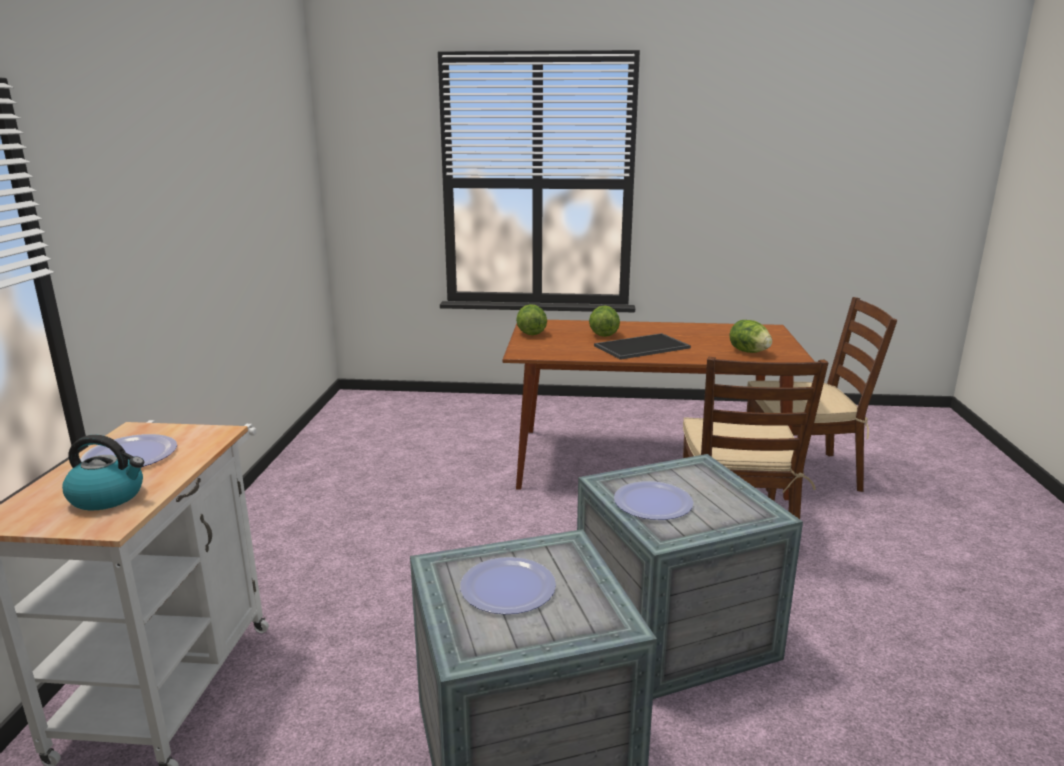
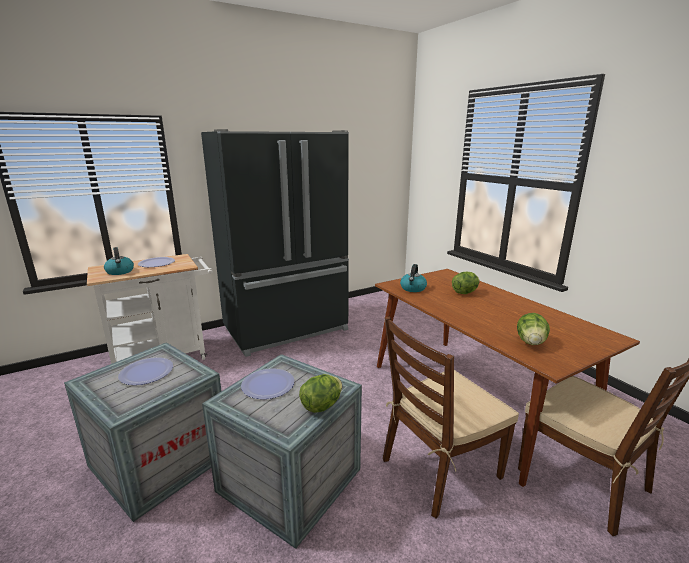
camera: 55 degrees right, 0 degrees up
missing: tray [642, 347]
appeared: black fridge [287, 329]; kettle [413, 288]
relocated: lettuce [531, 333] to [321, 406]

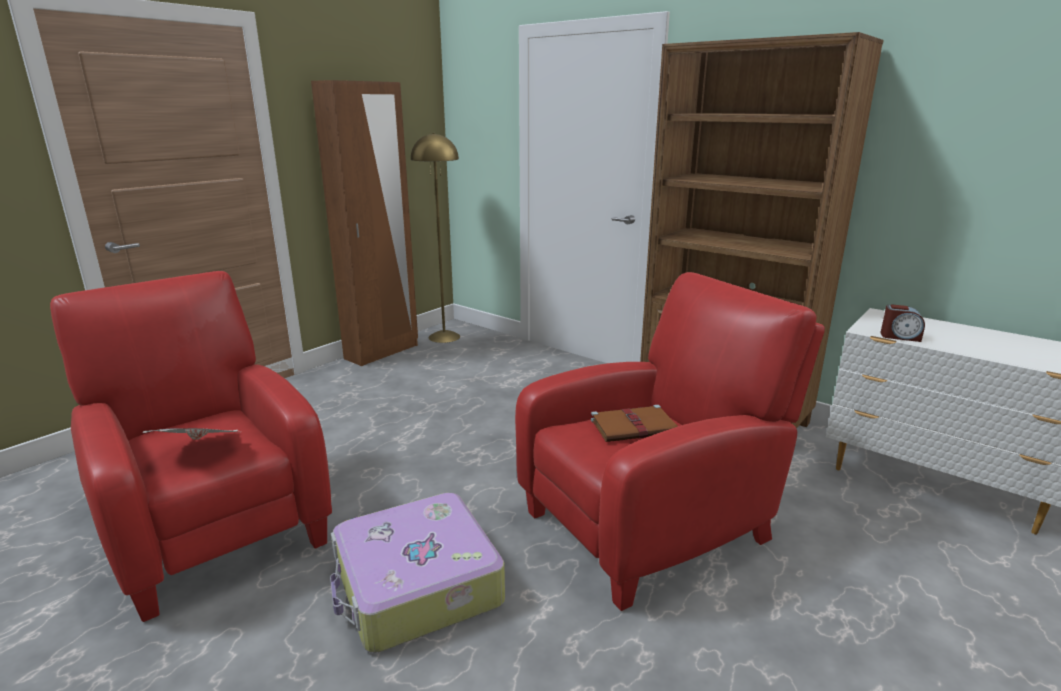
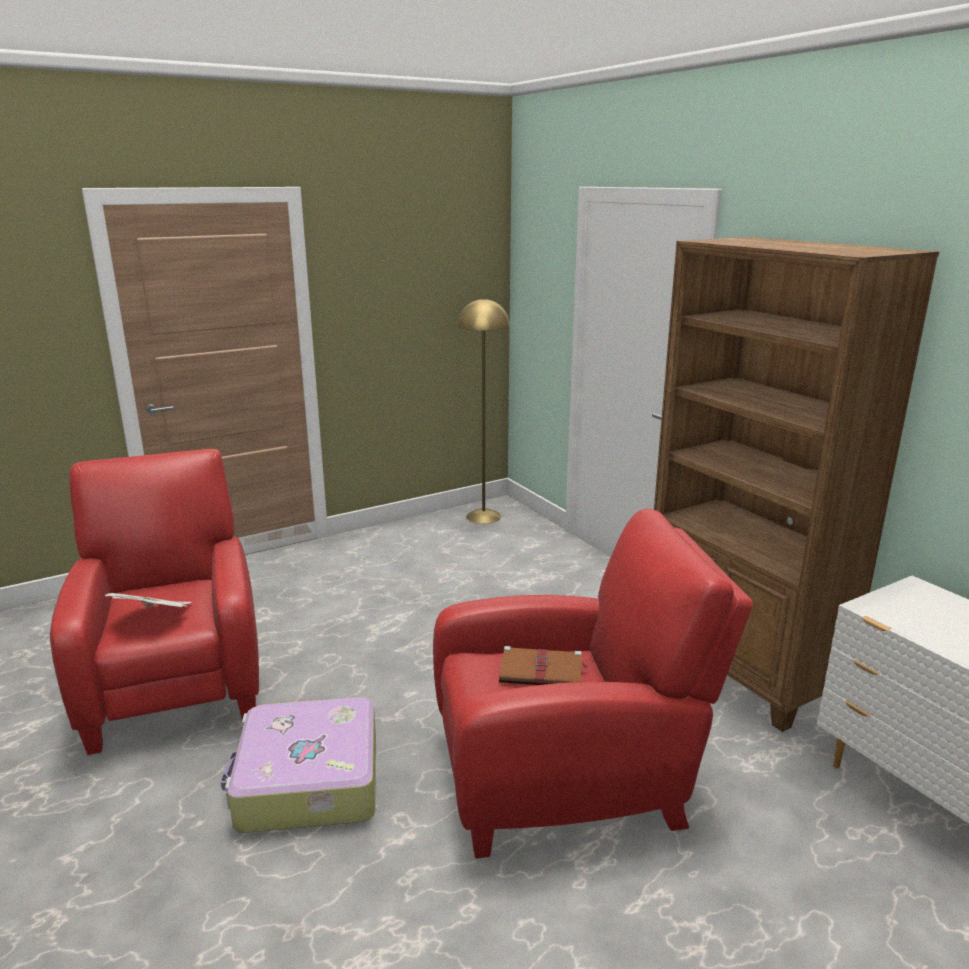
camera: 20 degrees right, 0 degrees up
missing: brown wardrobe [382, 352]; alarm clock [900, 336]

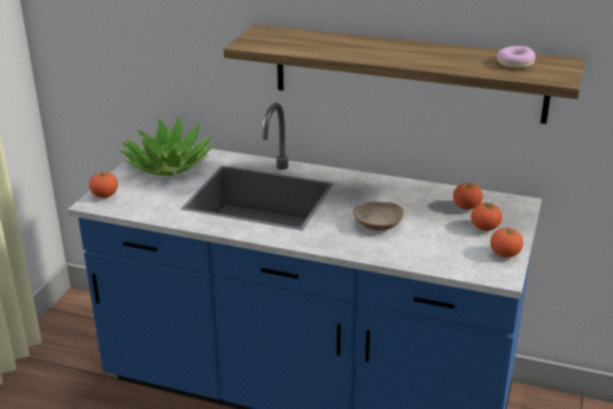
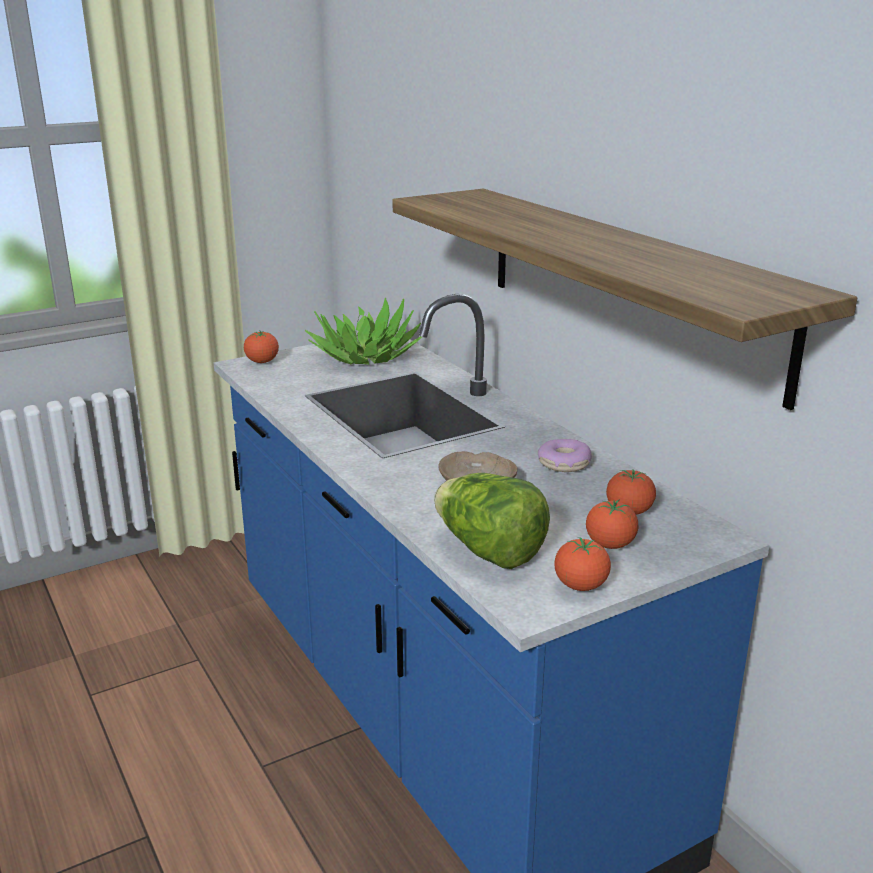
camera: 40 degrees right, 5 degrees down
appeared: lettuce [488, 551]
relocated: donut [515, 64] to [564, 464]

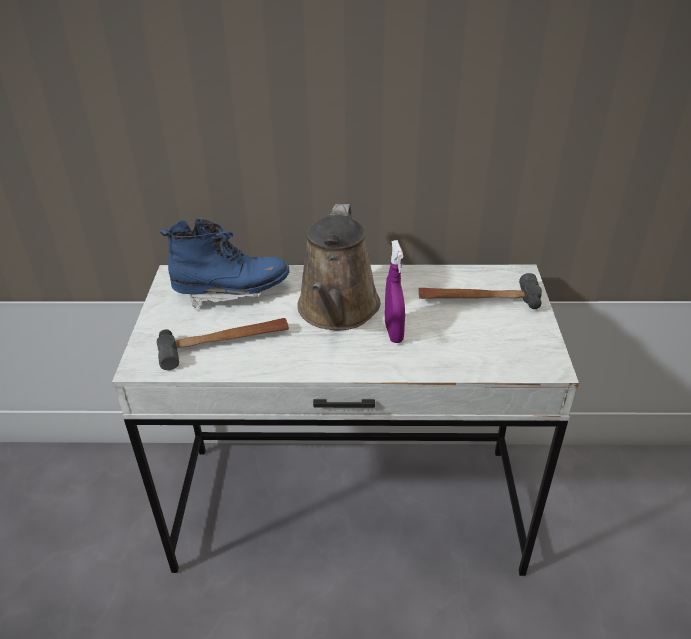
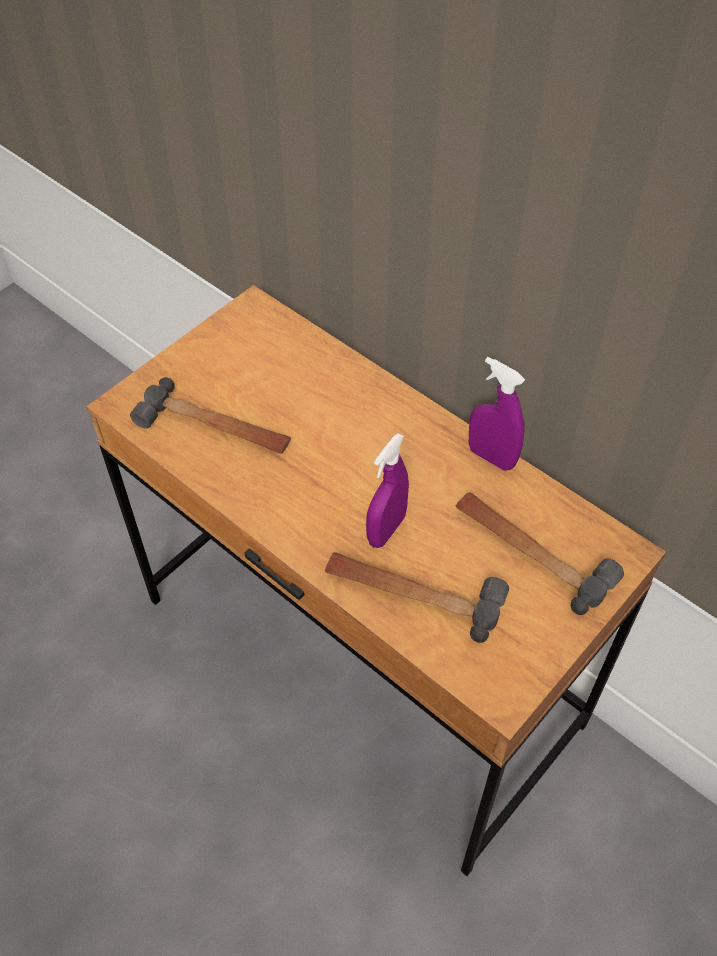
camera: 40 degrees right, 15 degrees up
missing: blue boot [231, 292]; brown watering can [337, 311]
appeared: hammer [413, 593]; purple spray bottle [491, 457]
colour: white desk [349, 508] to brown desk [360, 662]

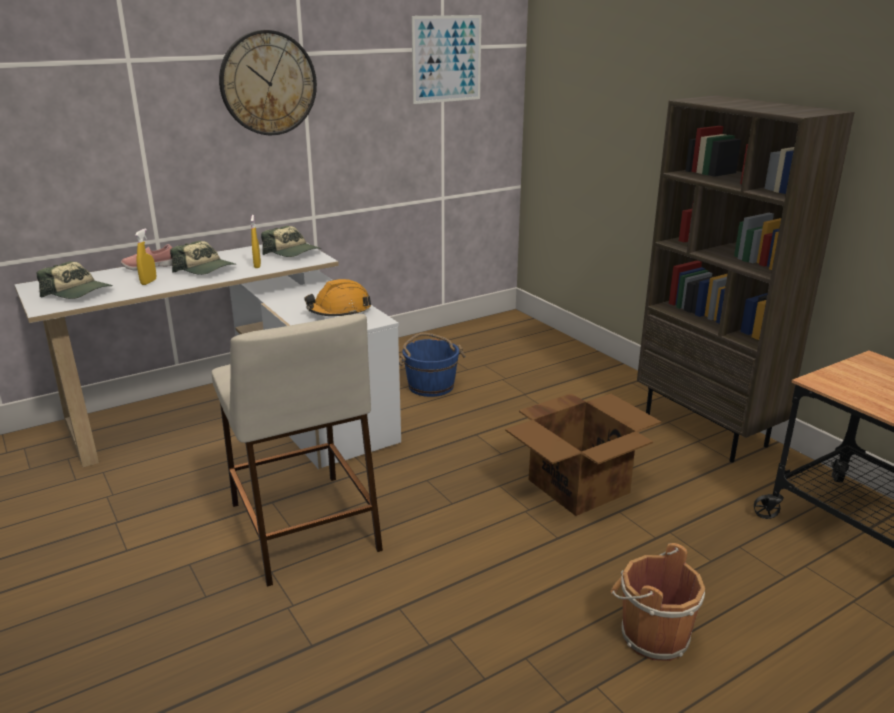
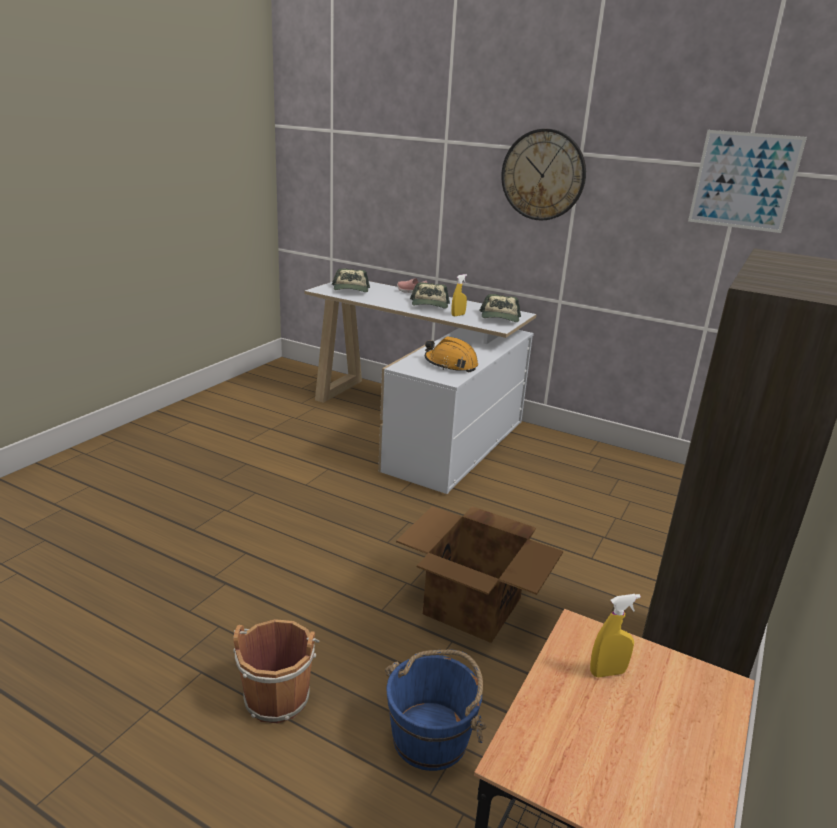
camera: 60 degrees right, 0 degrees up
missing: beige stool [302, 525]
relocated: yellow spray bottle [148, 282] to [607, 672]; blue bucket [430, 386] to [431, 737]

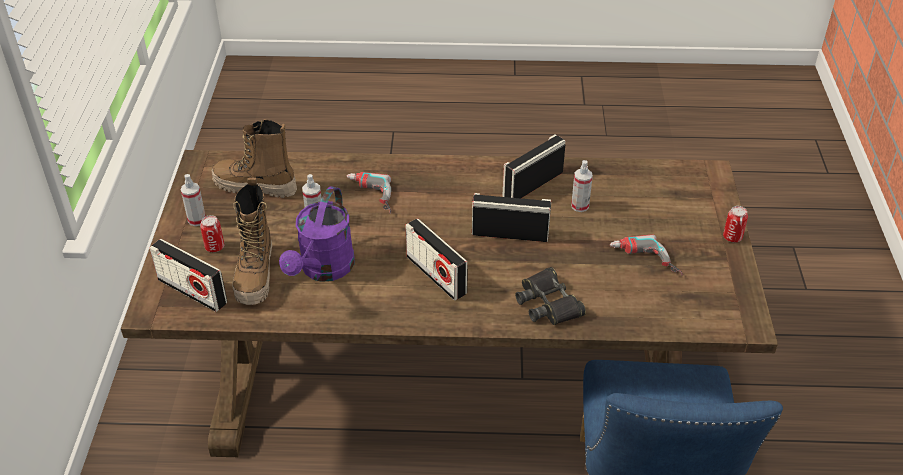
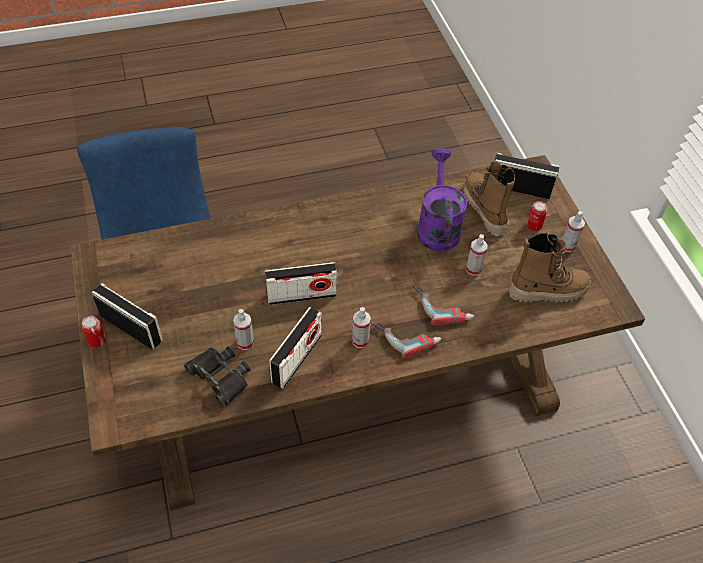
camera: 160 degrees right, 10 degrees up
appeared: spray bottle [360, 341]
relocated: radio [436, 275] to [131, 328]; black binoculars [548, 303] to [220, 377]; power drill [644, 262] to [406, 334]

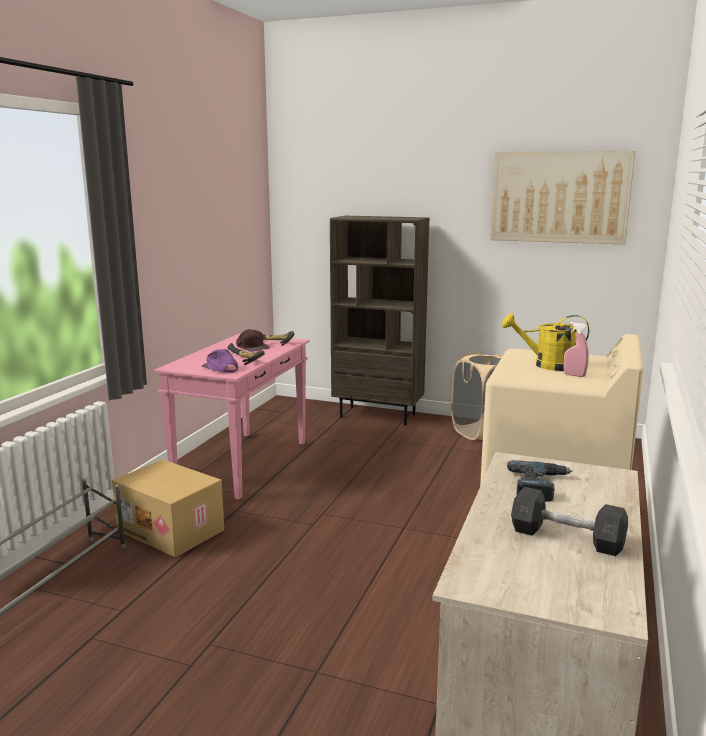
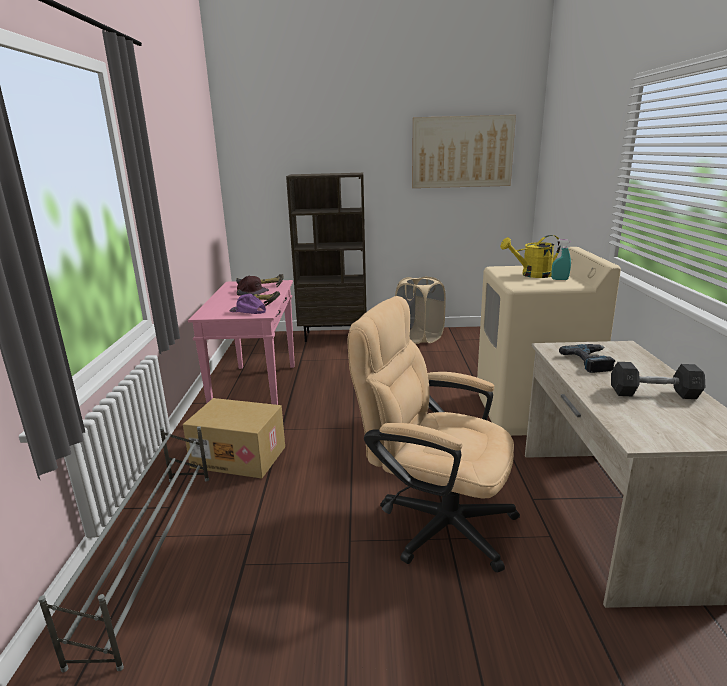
camera: 20 degrees left, 5 degrees up
appeared: beige office chair [434, 521]
colour: pink spray bottle [574, 375] to turquoise spray bottle [559, 279]

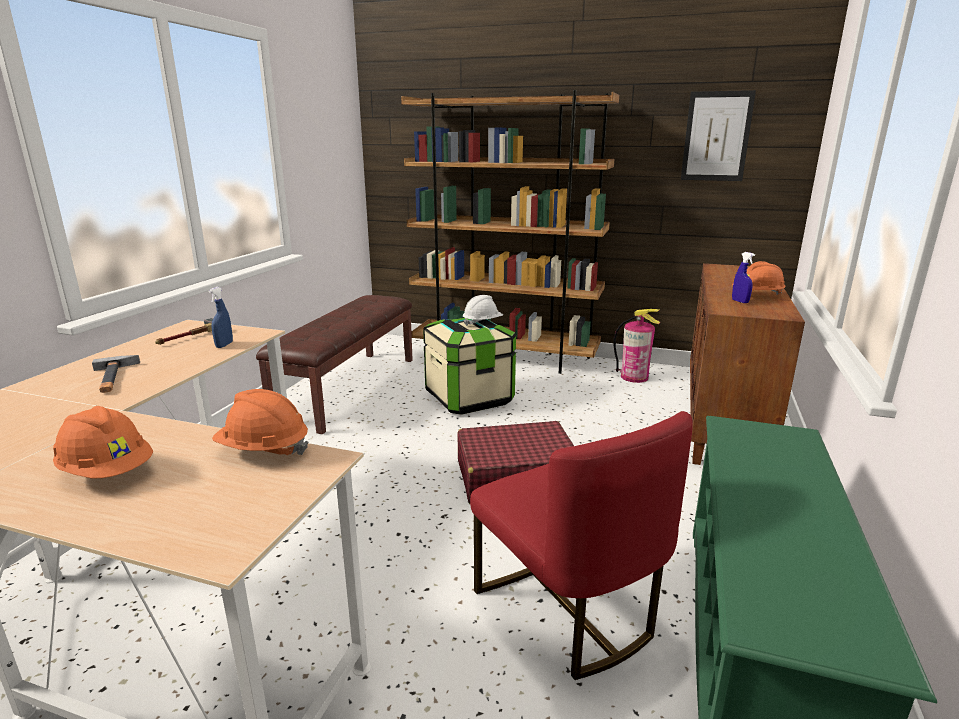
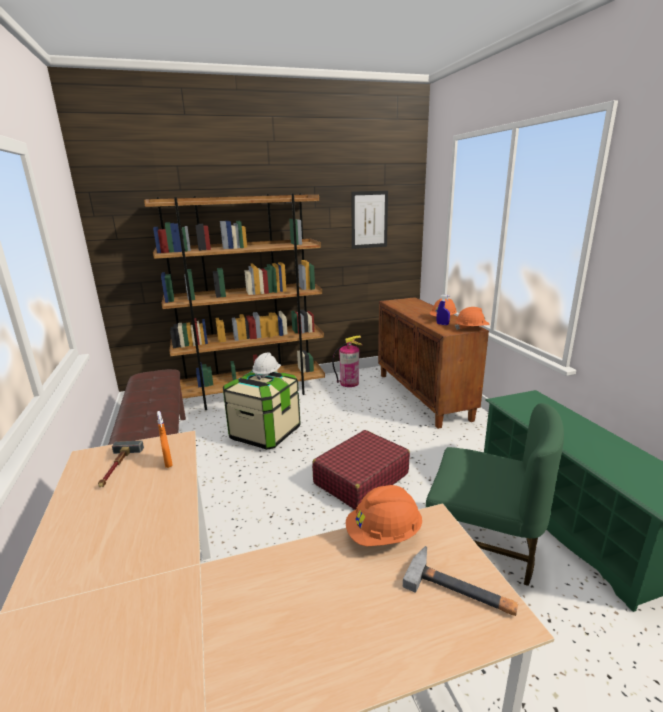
camera: 35 degrees left, 0 degrees up
relocated: orange hard hat [108, 471] to [471, 329]; hammer [114, 378] to [461, 588]
colour: blue spray bottle [224, 345] to orange spray bottle [168, 463]; red chair [568, 610] to green chair [481, 547]

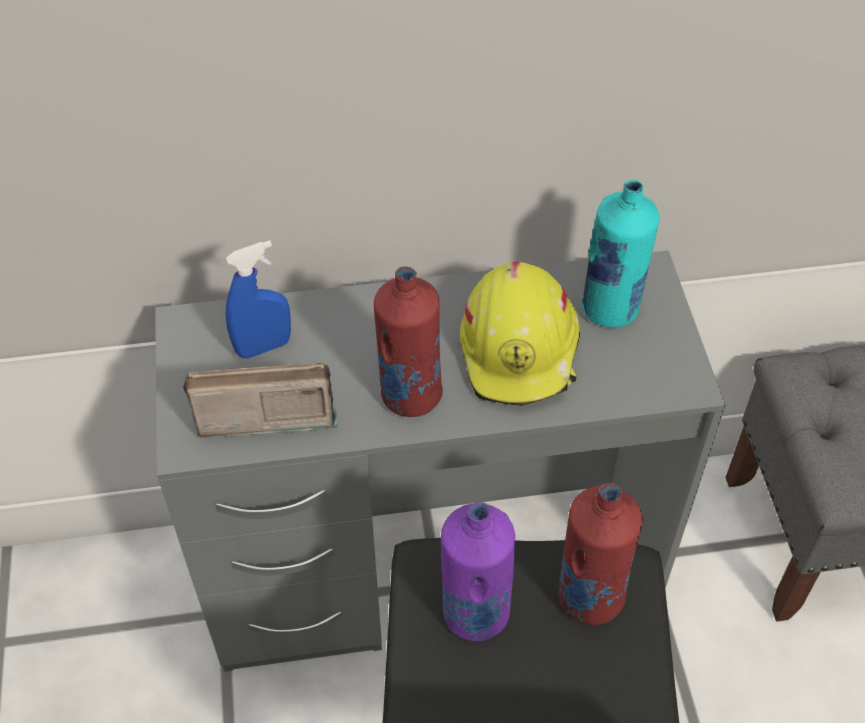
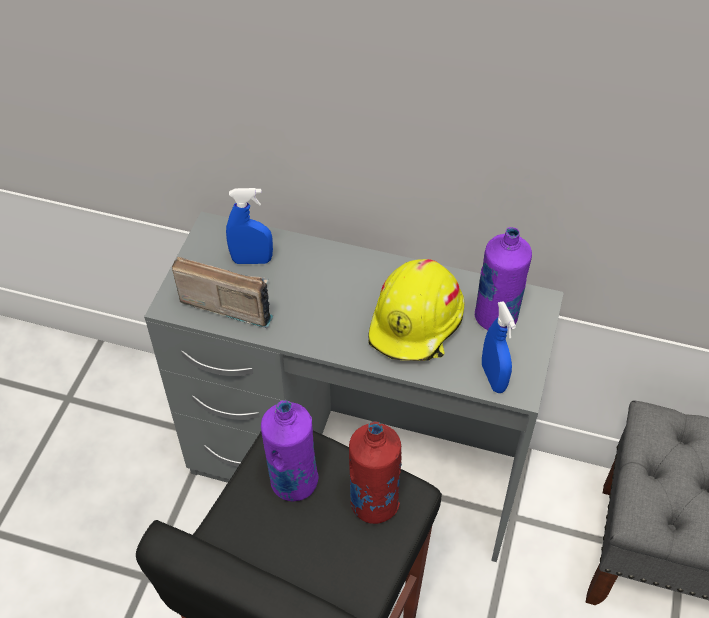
camera: 25 degrees right, 0 degrees up
missing: red bottle [410, 395]
appeared: blue spray bottle [493, 378]
colour: turquoise bottle [610, 309] to purple bottle [495, 318]

